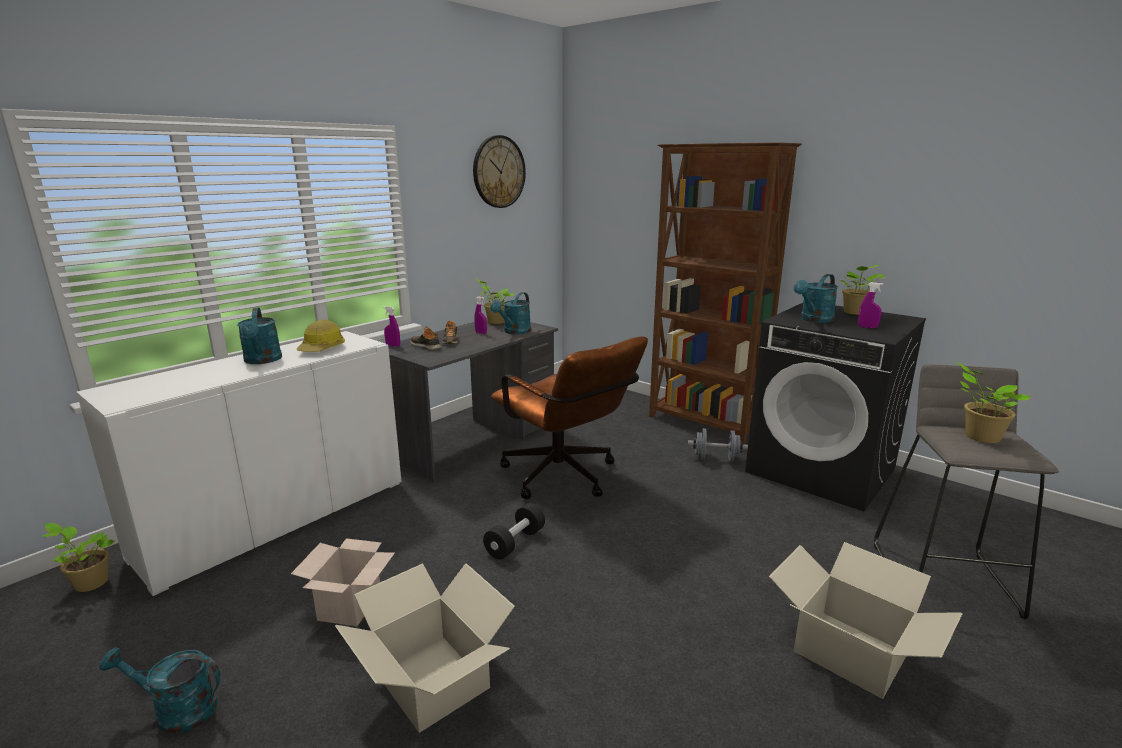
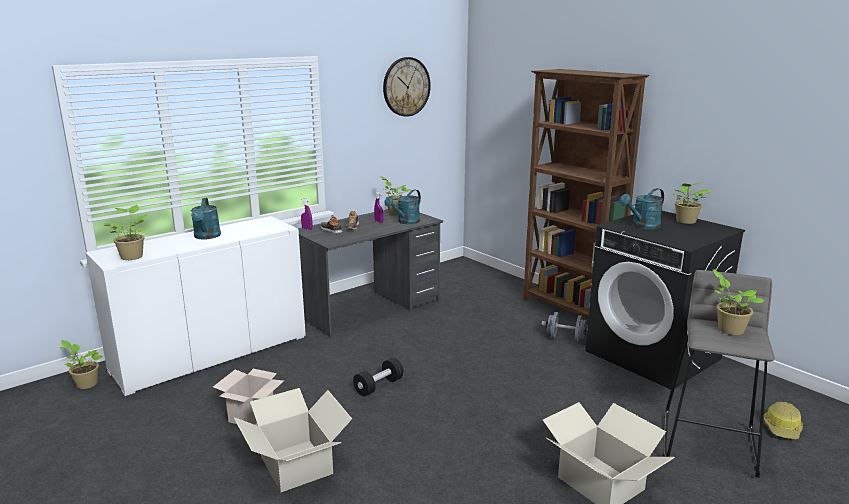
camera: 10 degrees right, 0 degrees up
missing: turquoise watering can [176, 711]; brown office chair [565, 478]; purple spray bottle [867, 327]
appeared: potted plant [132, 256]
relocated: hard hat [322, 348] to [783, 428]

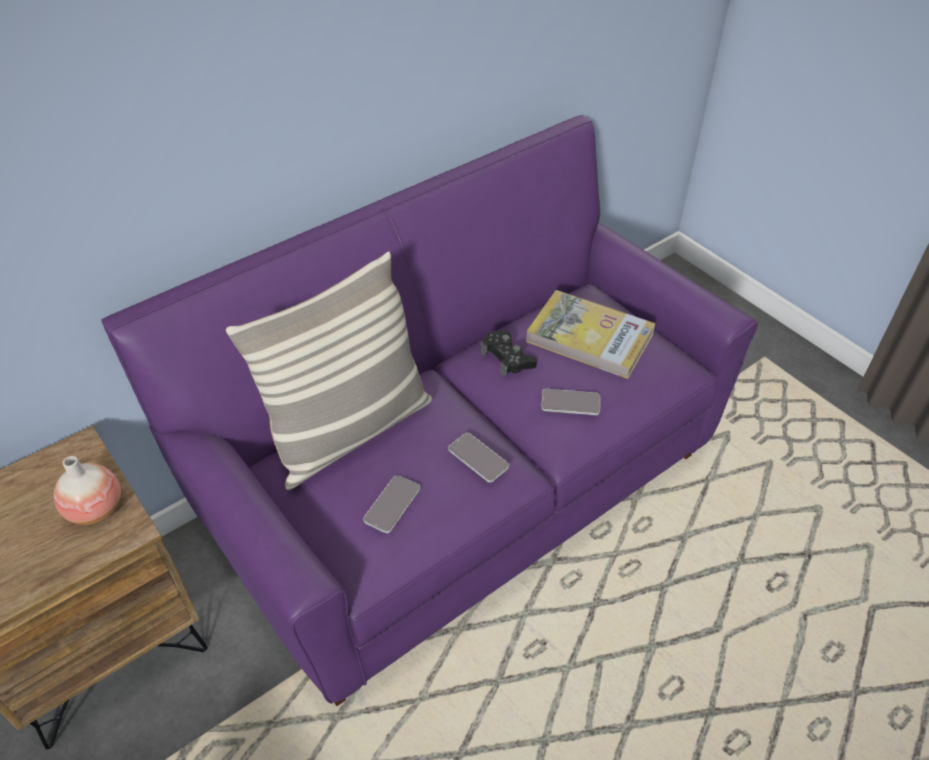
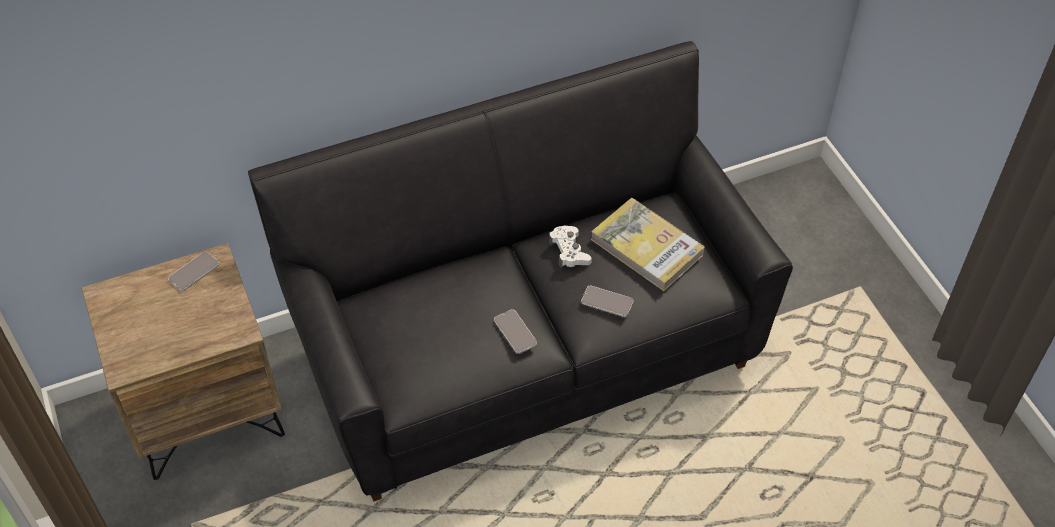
camera: 15 degrees right, 5 degrees up
missing: vase [96, 509]; pillow [350, 431]
relocated: phone [392, 504] to [194, 272]
colour: purple sofa [463, 492] to black sofa [527, 354]; black game controller [507, 358] to white game controller [569, 251]

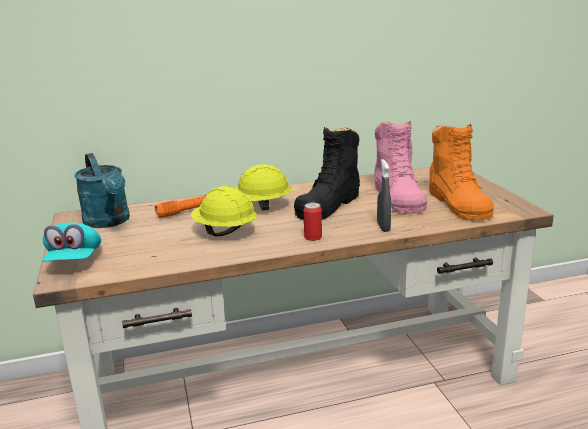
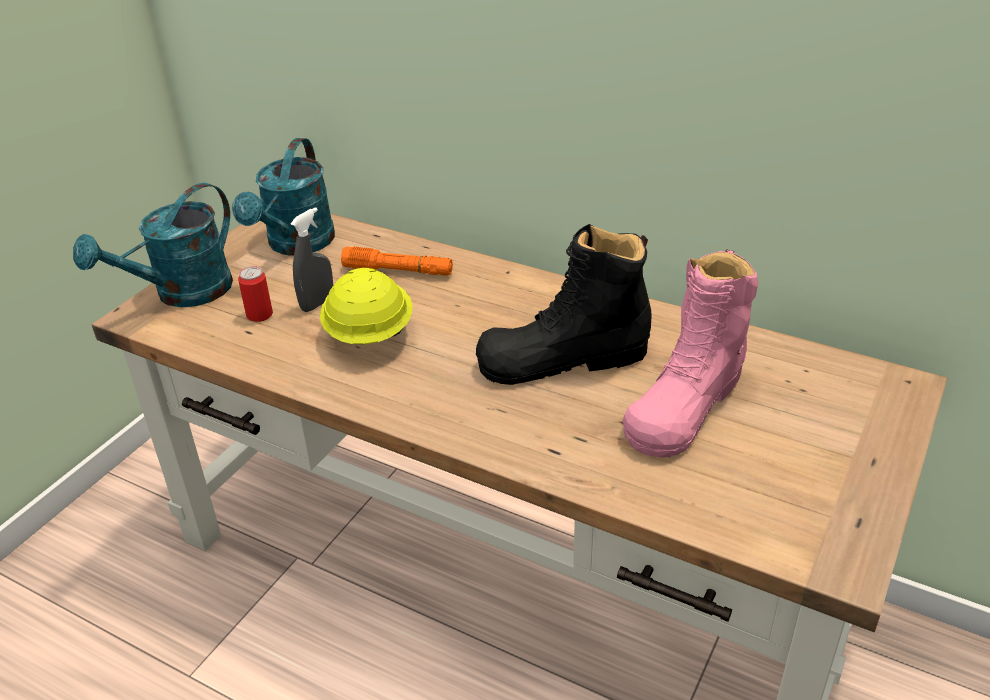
camera: 45 degrees right, 15 degrees up
missing: yellow hard hat [259, 207]; orange boot [458, 203]
relocated: can [313, 237] to [259, 315]; grey spray bottle [383, 227] to [317, 303]
exchanged: turquoise cap [75, 261] to turquoise watering can [182, 294]

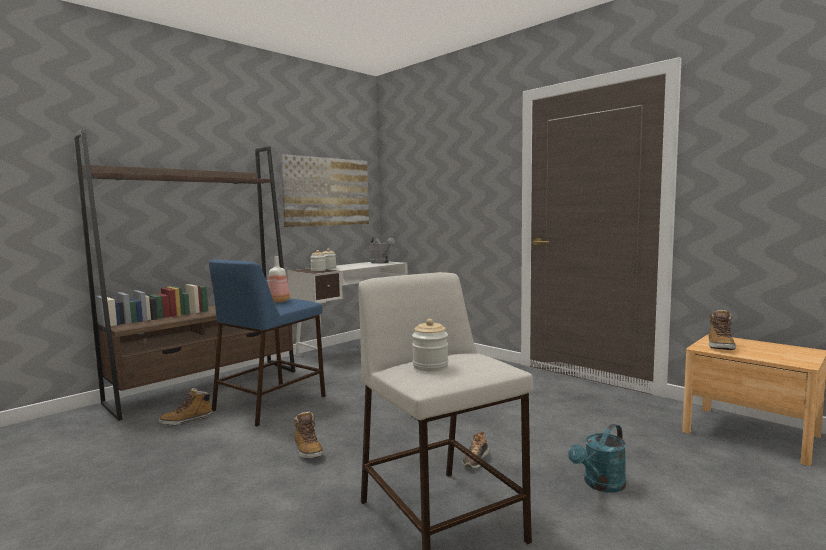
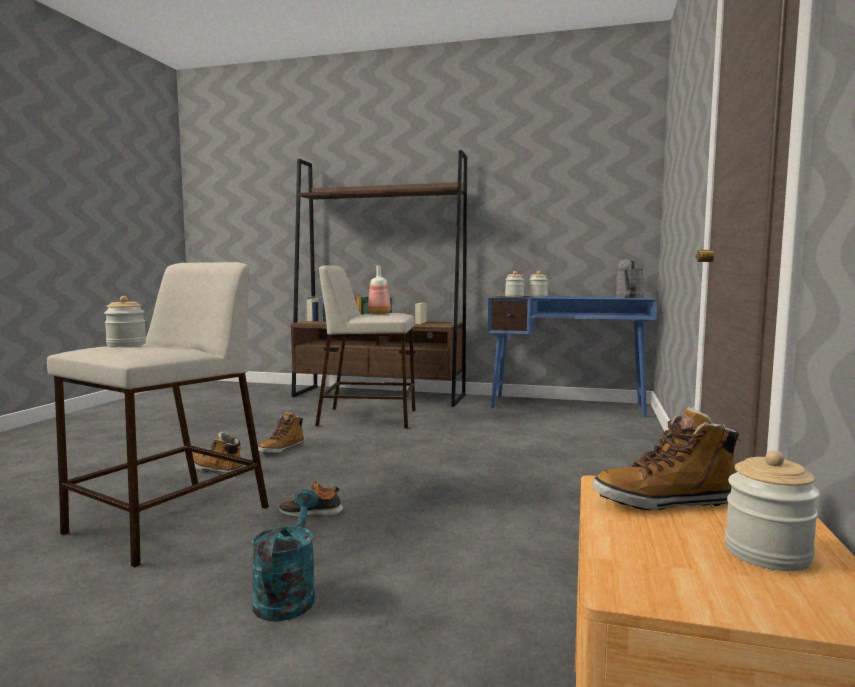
camera: 60 degrees right, 0 degrees up
missing: picture [327, 191]
appeared: jar [767, 553]
relocated: boot [187, 420] to [218, 470]
colour: blue stool [271, 402] to beige stool [369, 417]; white desk [353, 347] to blue desk [567, 406]
spun: turquoise watering can [600, 485] = [287, 594] 75 degrees clockwise

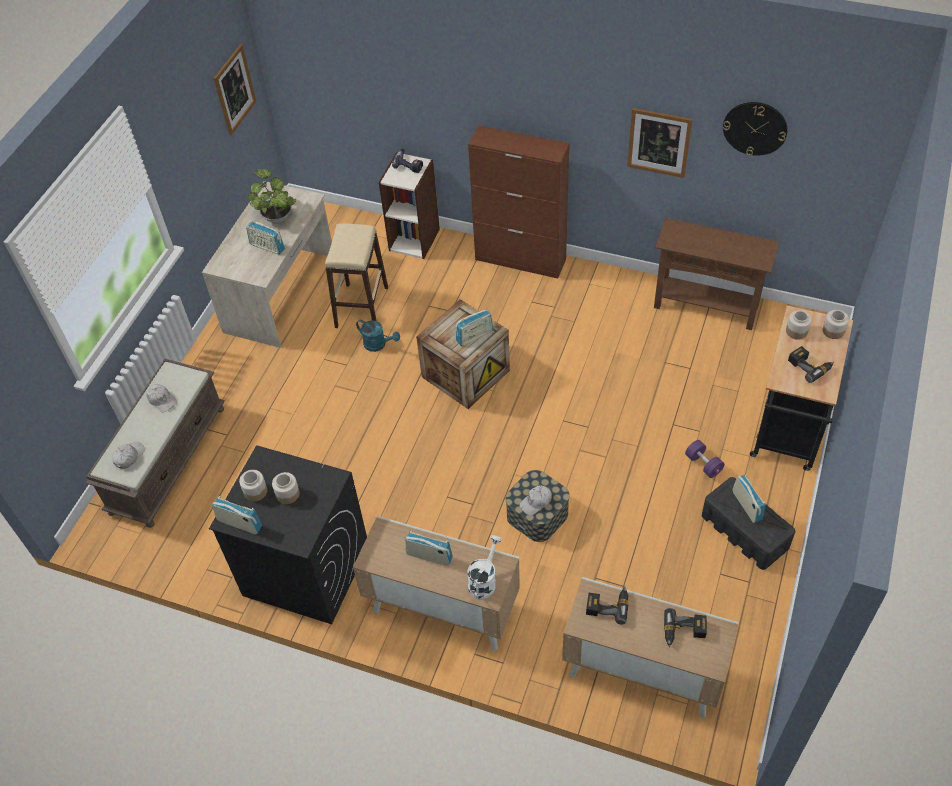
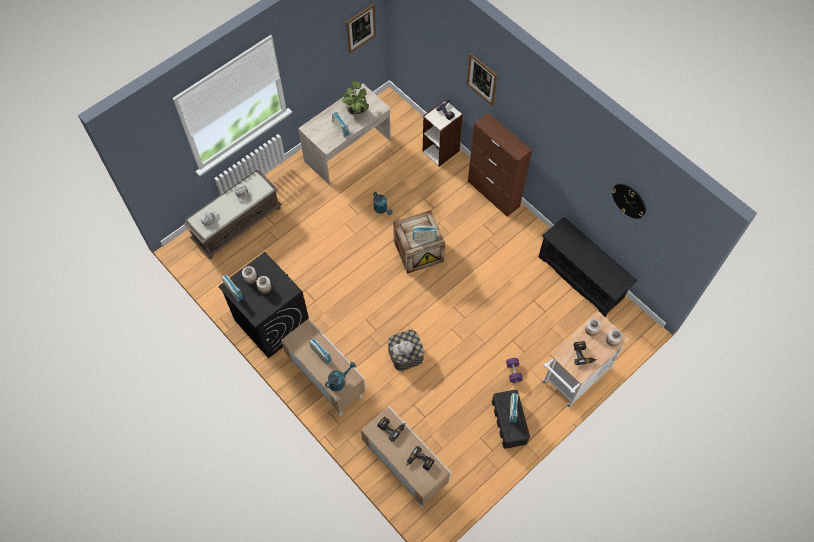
camera: 25 degrees right, 10 degrees up
missing: beige stool [362, 307]
relocated: picture [659, 142] to [482, 79]
exchanged: brown console table [706, 306] to black shoe rack [581, 277]
colour: white watering can [484, 580] to turquoise watering can [339, 381]; black cart [787, 433] to white cart [573, 379]

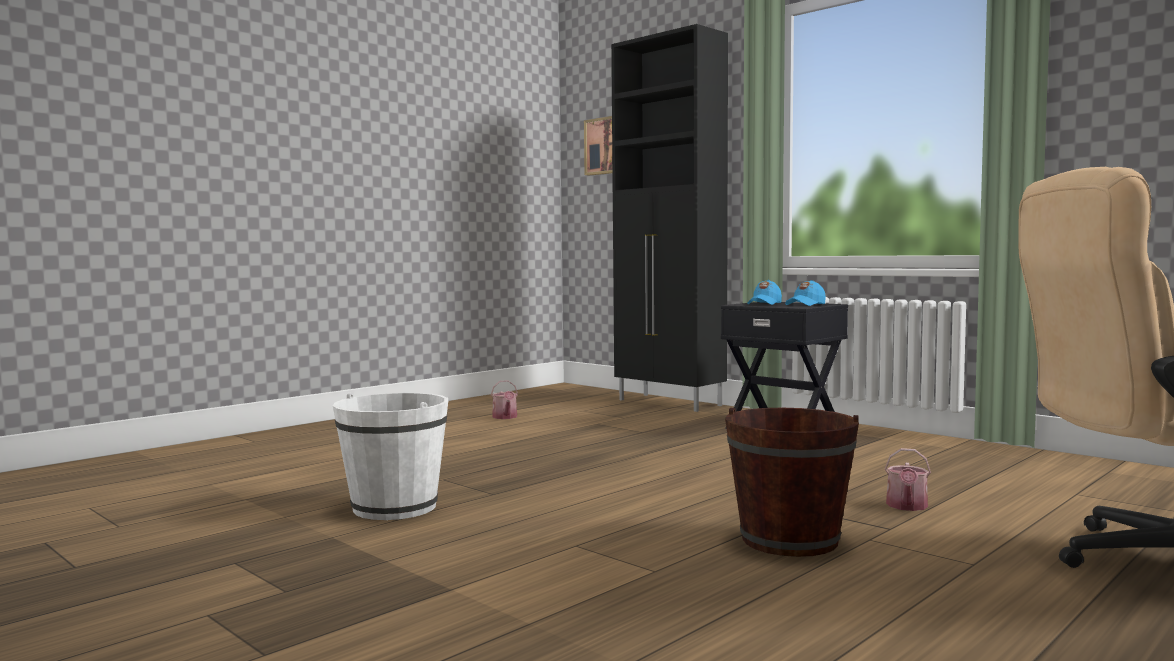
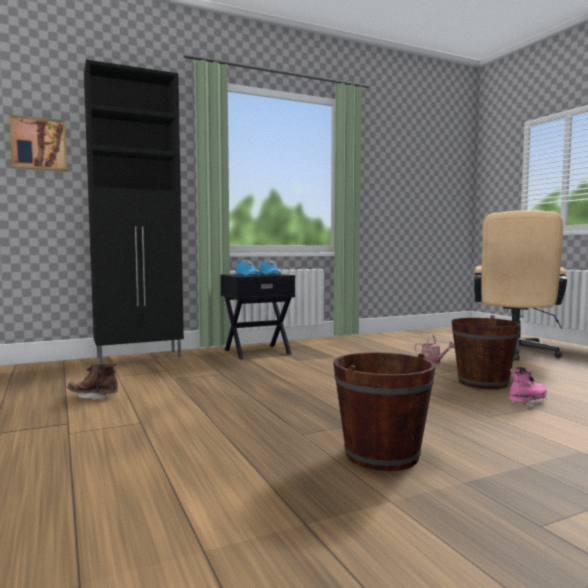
camera: 70 degrees left, 0 degrees up
appeared: pink boot [527, 402]
exchanged: watering can [505, 417] to brown boot [93, 397]
colour: white bucket [395, 507] to brown bucket [381, 455]

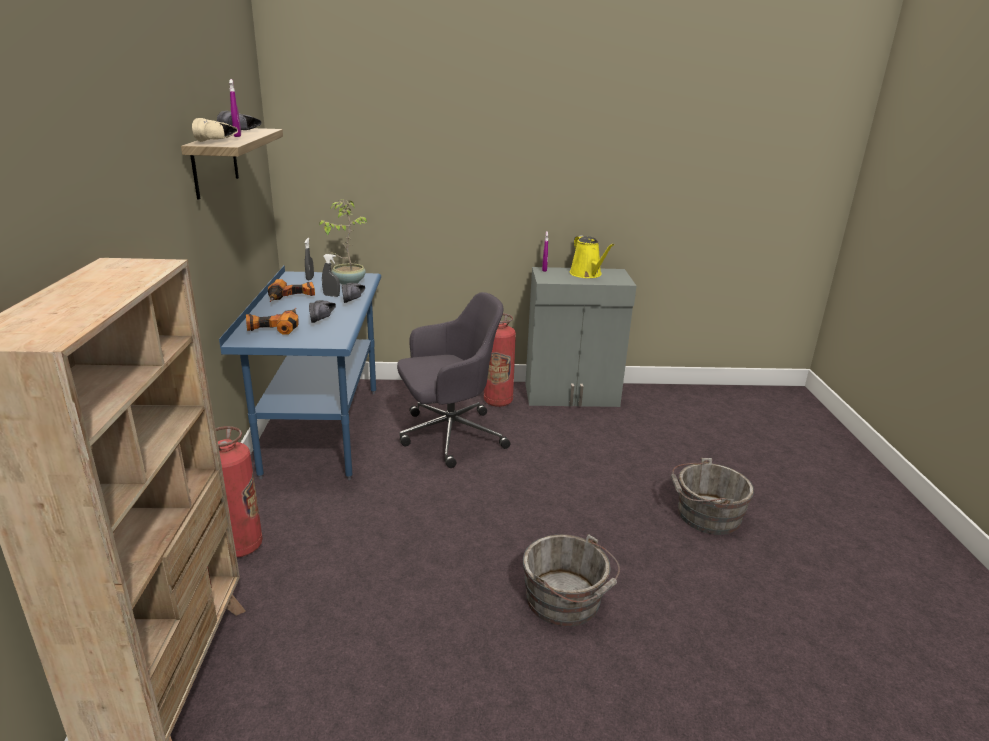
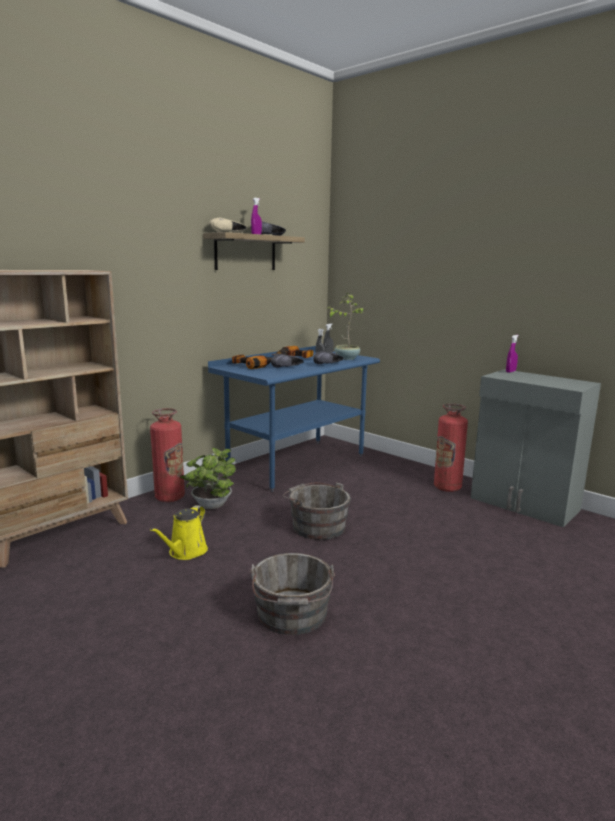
camera: 45 degrees right, 10 degrees down
missing: grey office chair [449, 436]
appeared: potted plant [210, 506]
relocated: yellow watering can [587, 274] to [185, 552]; grey bucket [705, 515] to [316, 526]

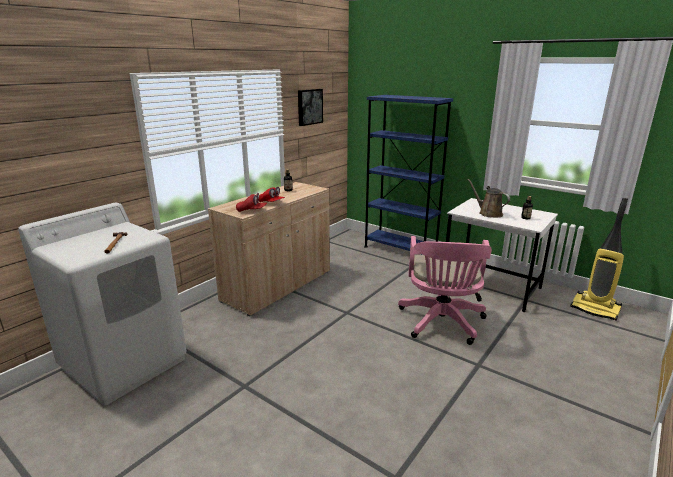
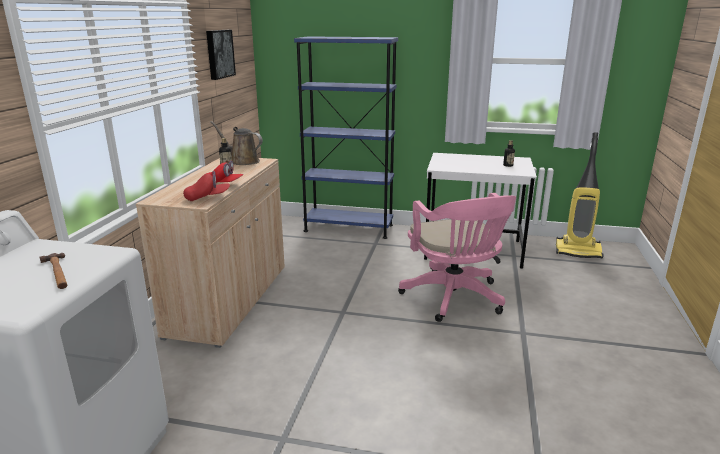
camera: 25 degrees left, 0 degrees up
relocated: brown watering can [488, 213] to [242, 161]

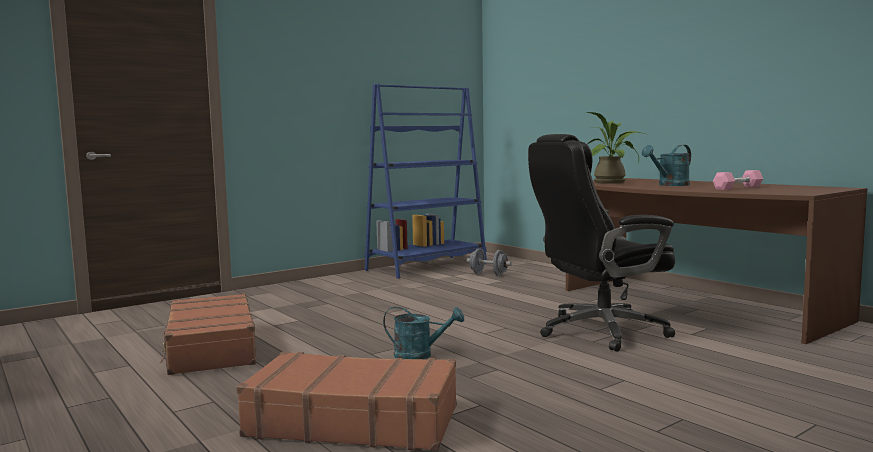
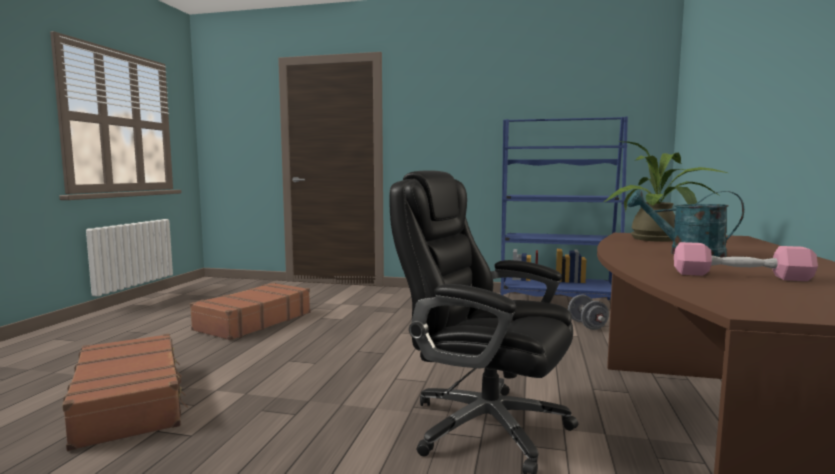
camera: 50 degrees right, 0 degrees up
missing: turquoise watering can [420, 355]

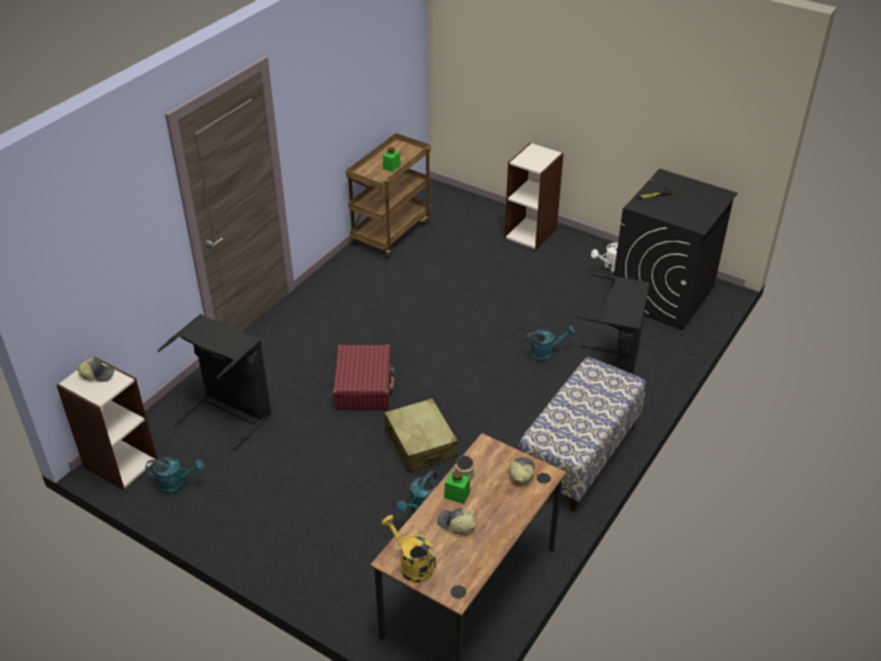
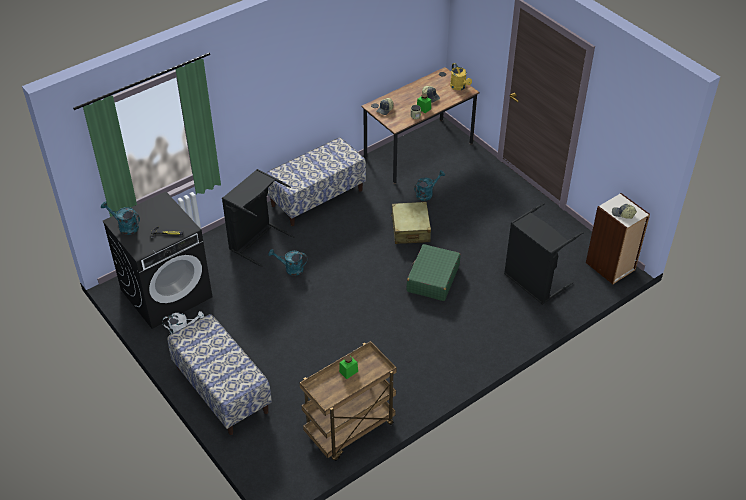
camera: 160 degrees left, 5 degrees up
relocated: turquoise watering can [176, 484] to [125, 227]
exchanged: bookcase [531, 233] to bench [221, 390]
colour: red suitcase [363, 385] to green suitcase [432, 279]

